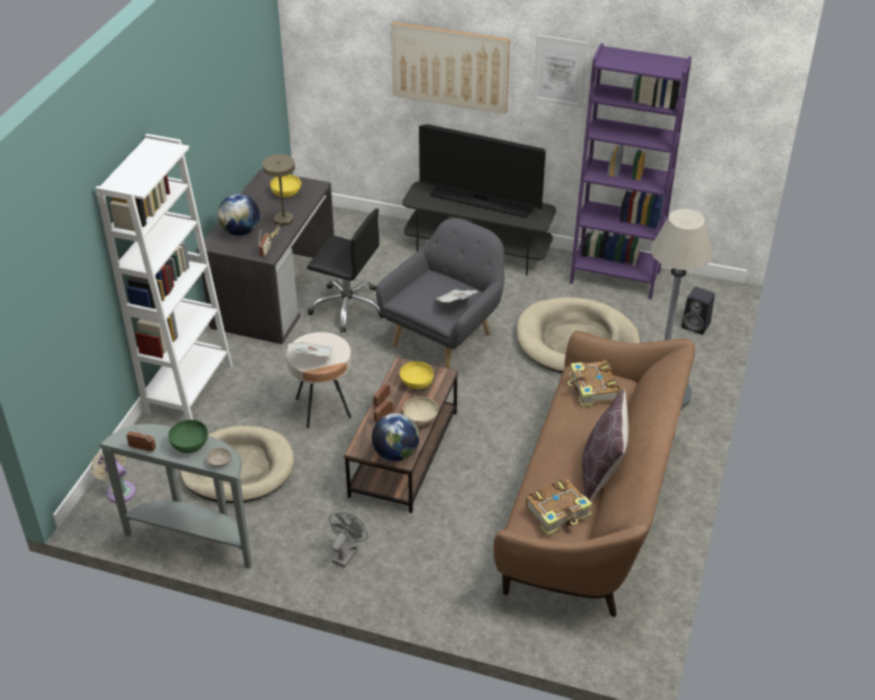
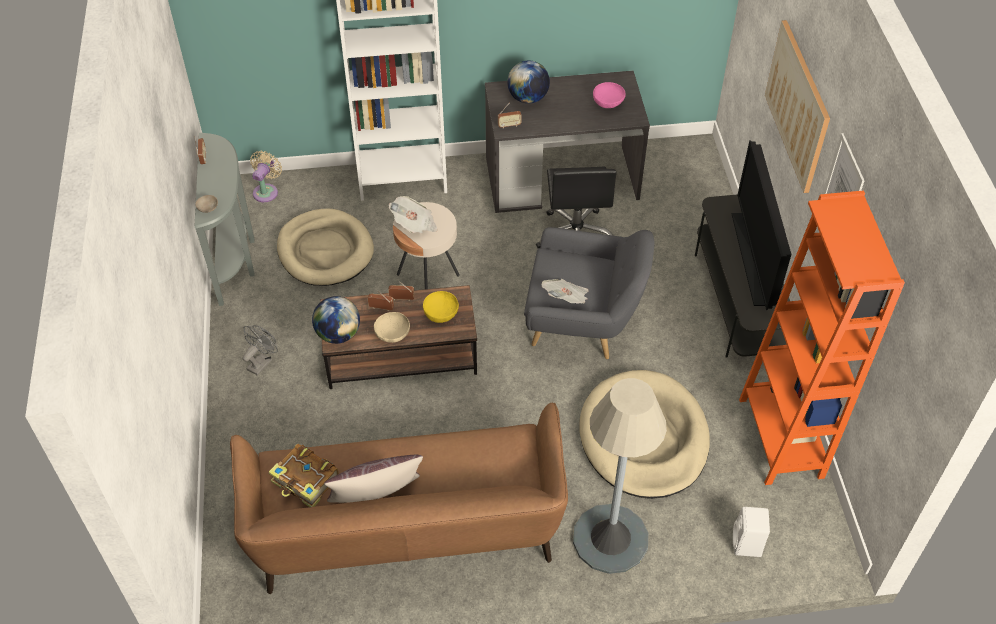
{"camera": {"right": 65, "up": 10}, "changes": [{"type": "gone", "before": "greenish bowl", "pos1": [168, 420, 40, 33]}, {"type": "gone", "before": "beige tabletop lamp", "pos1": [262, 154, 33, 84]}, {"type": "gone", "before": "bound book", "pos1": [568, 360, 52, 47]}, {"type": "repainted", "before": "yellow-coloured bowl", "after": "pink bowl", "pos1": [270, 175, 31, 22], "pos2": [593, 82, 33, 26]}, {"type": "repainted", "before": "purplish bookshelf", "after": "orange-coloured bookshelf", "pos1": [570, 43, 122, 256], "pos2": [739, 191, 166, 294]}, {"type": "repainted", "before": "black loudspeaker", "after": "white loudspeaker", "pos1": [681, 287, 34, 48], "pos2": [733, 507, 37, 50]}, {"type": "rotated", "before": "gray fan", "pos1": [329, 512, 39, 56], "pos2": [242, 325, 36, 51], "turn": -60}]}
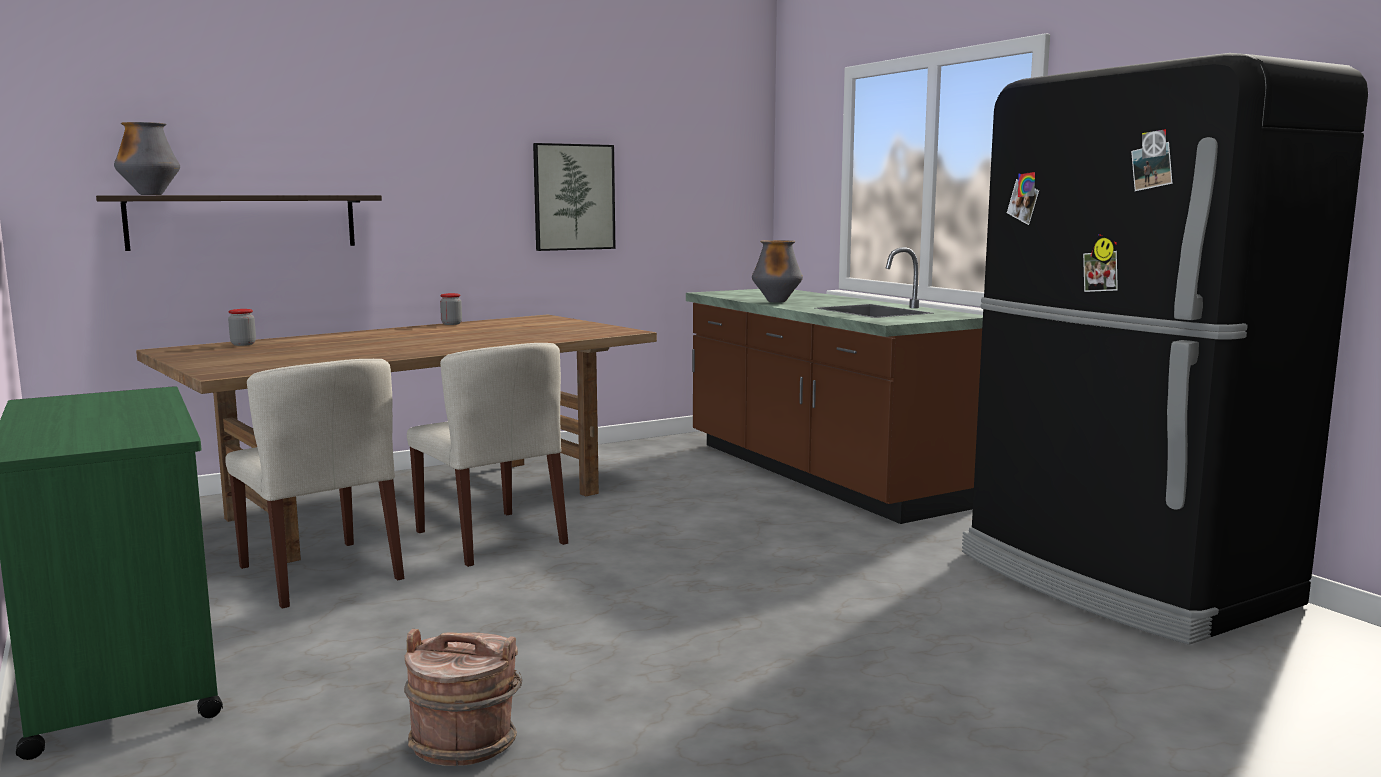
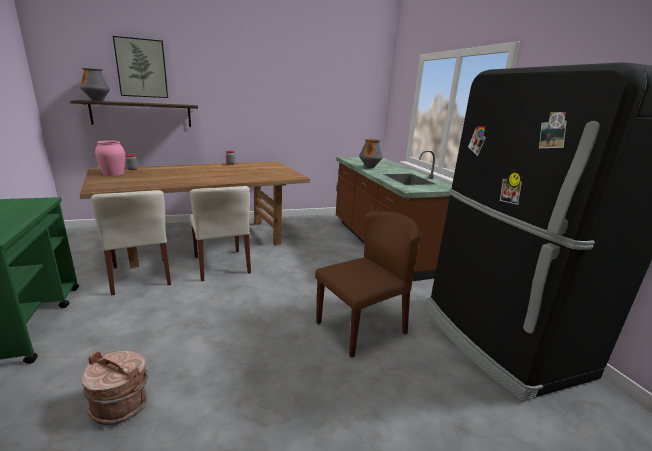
{"camera": {"right": 10, "up": 10}, "changes": [{"type": "new", "after": "pink vase", "pos2": [95, 140, 30, 36]}, {"type": "new", "after": "brown-coloured chair", "pos2": [315, 211, 105, 147]}, {"type": "shifted", "before": "picture", "pos1": [533, 143, 82, 108], "pos2": [113, 36, 55, 62]}]}
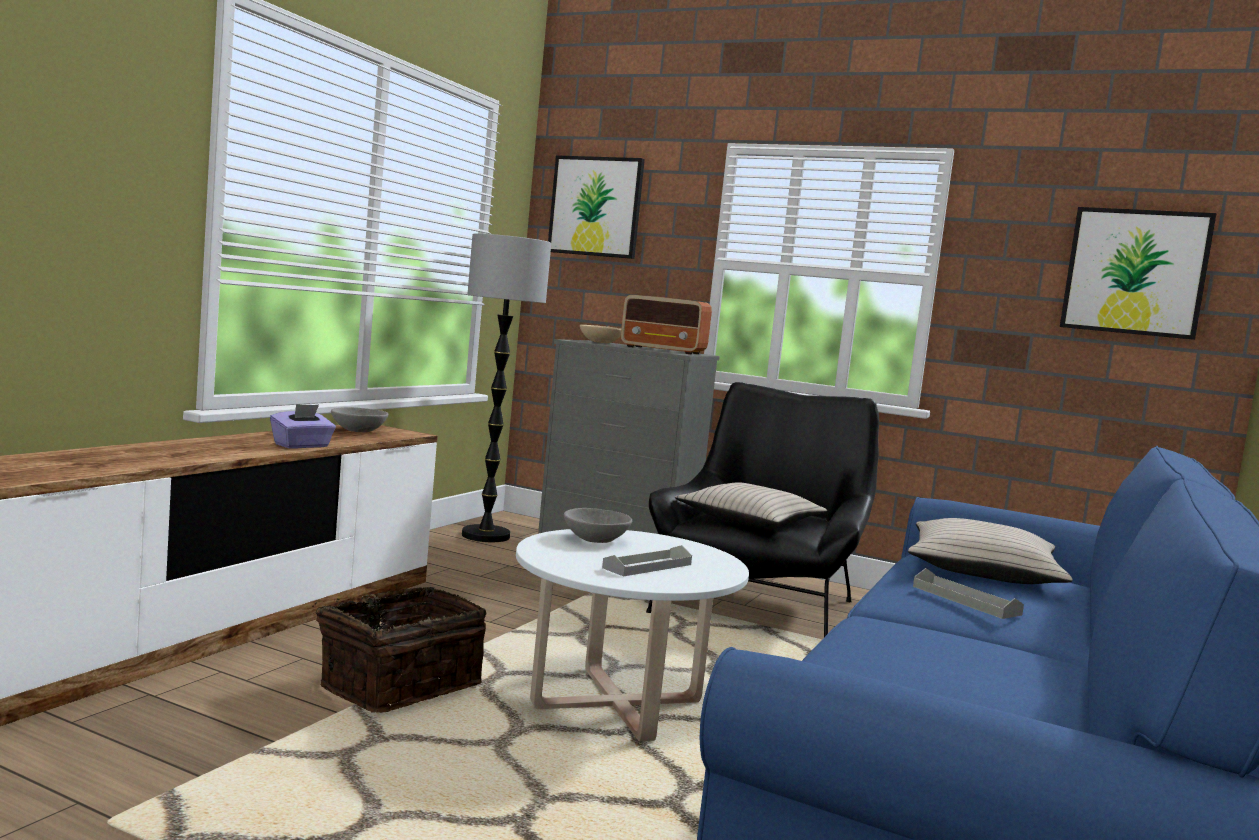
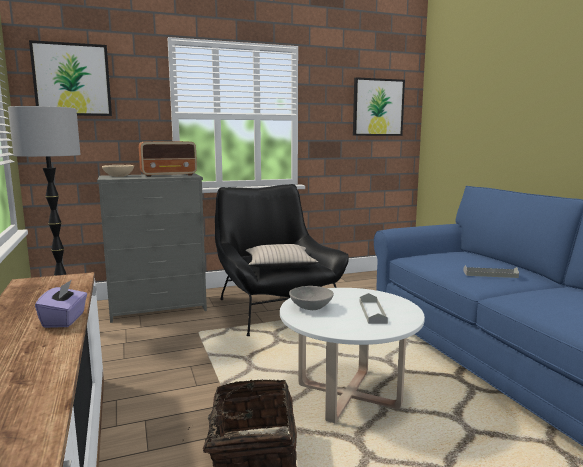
{"camera": {"right": -45, "up": 5}, "changes": [{"type": "gone", "before": "gray bowl", "pos1": [331, 407, 57, 25]}, {"type": "gone", "before": "beige throw pillow", "pos1": [908, 518, 165, 66]}]}
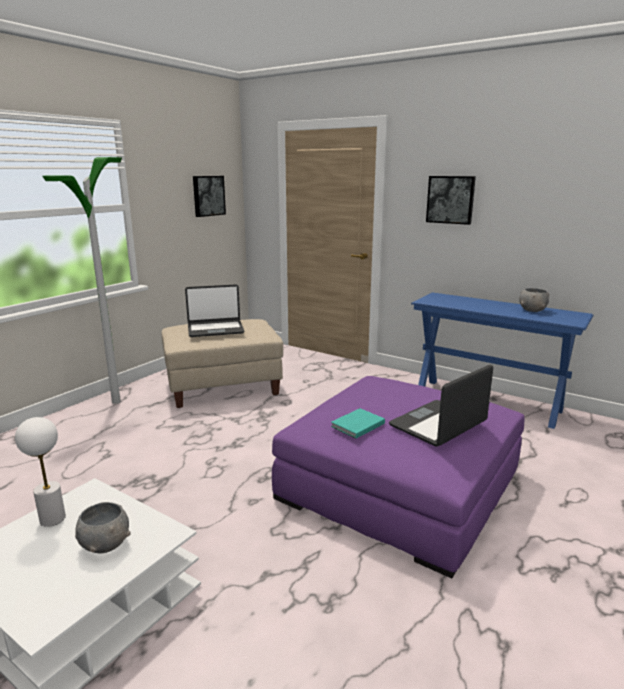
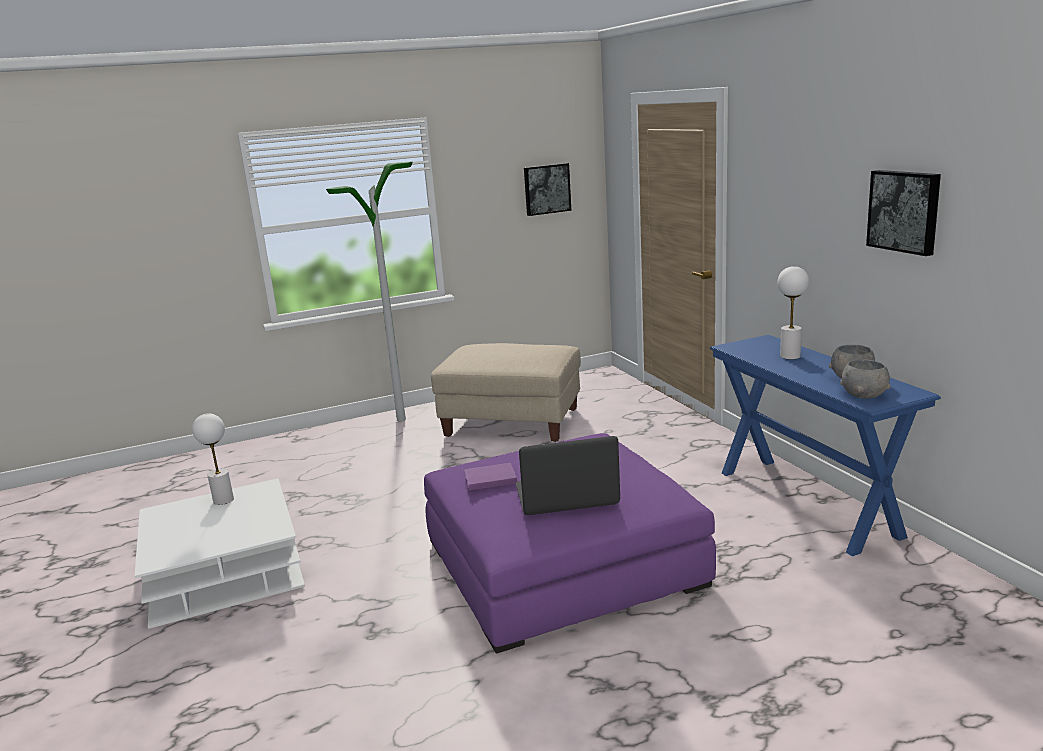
{"camera": {"right": 35, "up": 0}, "changes": [{"type": "gone", "before": "notebook computer", "pos1": [185, 284, 59, 53]}, {"type": "new", "after": "white tabletop lamp", "pos2": [777, 266, 32, 93]}, {"type": "shifted", "before": "gray bowl", "pos1": [75, 502, 56, 51], "pos2": [840, 360, 51, 39]}, {"type": "shifted", "before": "picture", "pos1": [426, 176, 50, 49], "pos2": [866, 170, 75, 86]}, {"type": "repainted", "before": "blue-green bound book", "after": "purplish bound book", "pos1": [331, 408, 54, 31], "pos2": [464, 463, 53, 27]}]}
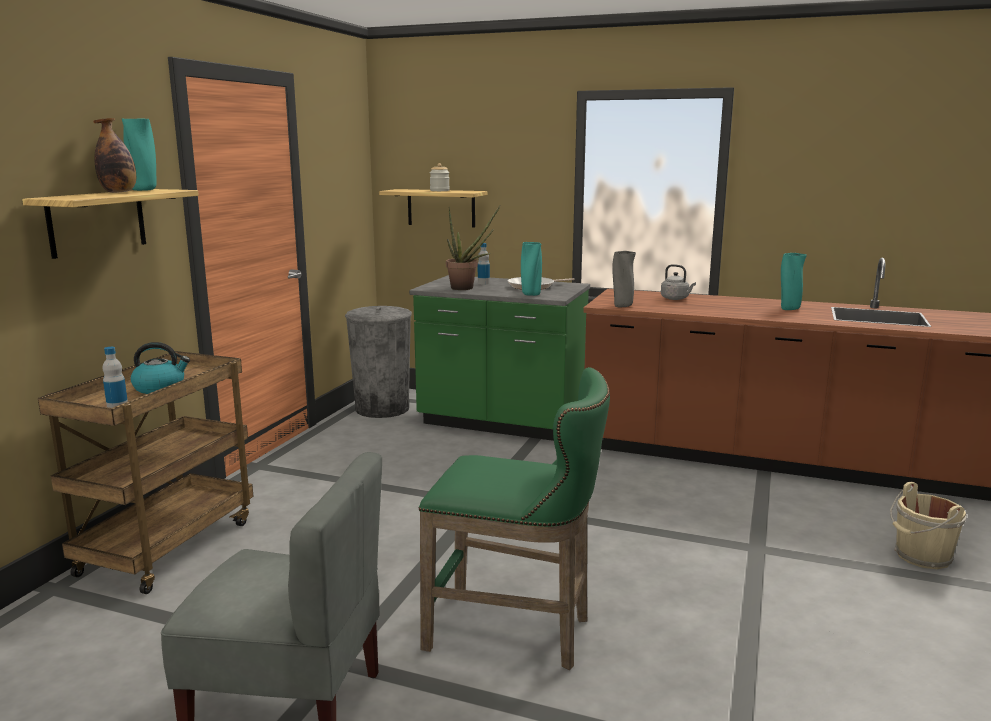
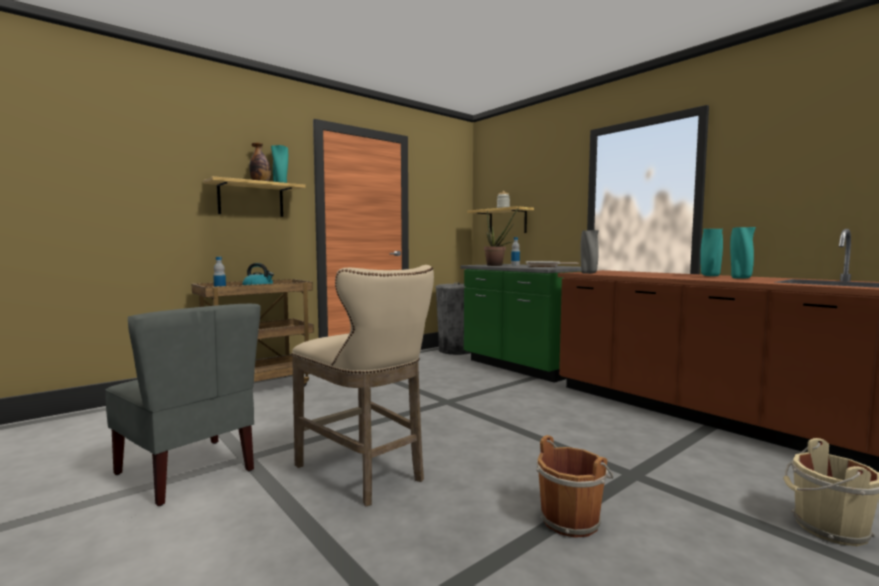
{"camera": {"right": 30, "up": -10}, "changes": [{"type": "gone", "before": "gray kettle", "pos1": [661, 264, 35, 36]}, {"type": "new", "after": "brown-coloured bucket", "pos2": [536, 435, 78, 103]}, {"type": "shifted", "before": "blue-green vase", "pos1": [521, 242, 21, 54], "pos2": [700, 229, 23, 47]}, {"type": "repainted", "before": "greenish sitting stool", "after": "beige sitting stool", "pos1": [419, 367, 191, 303], "pos2": [291, 265, 143, 241]}]}
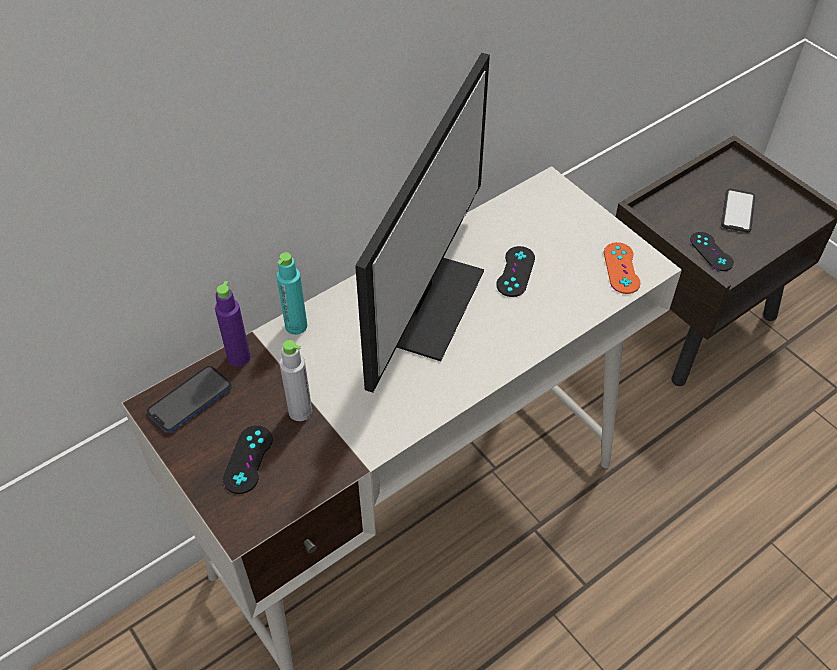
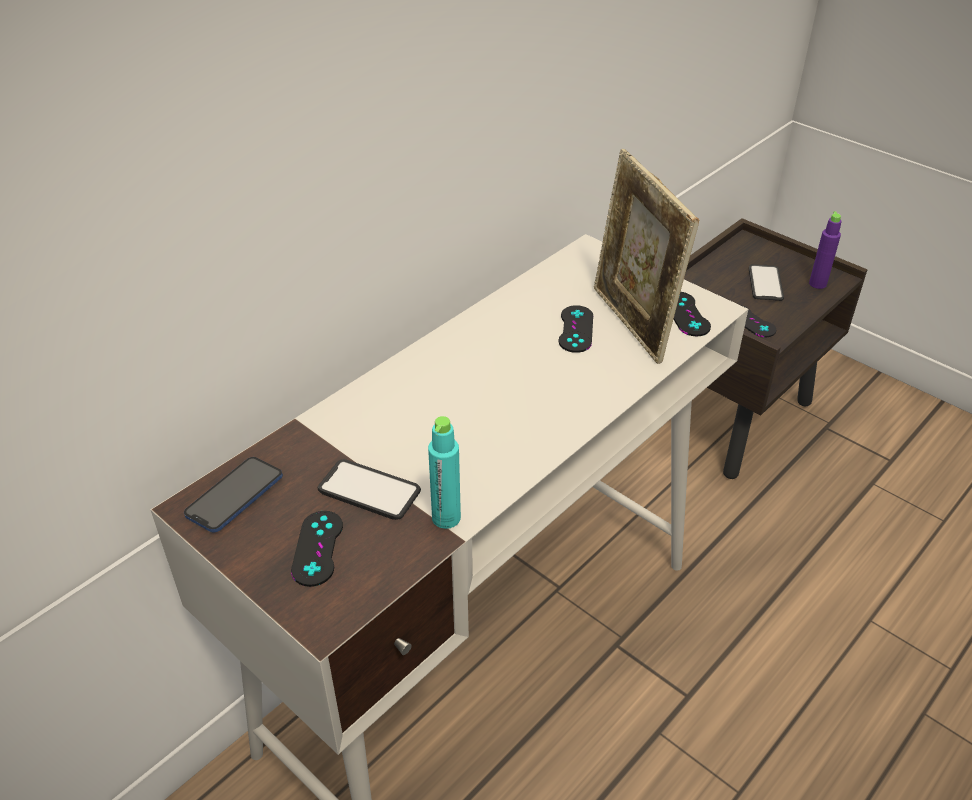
{"camera": {"right": -10, "up": -10}, "changes": [{"type": "gone", "before": "monitor", "pos1": [355, 53, 135, 340]}, {"type": "new", "after": "picture frame", "pos2": [593, 149, 106, 215]}, {"type": "shifted", "before": "purplish beverage bottle", "pos1": [215, 281, 35, 86], "pos2": [809, 211, 32, 78]}, {"type": "shifted", "before": "blue-green beverage bottle", "pos1": [277, 252, 30, 83], "pos2": [428, 416, 33, 113]}, {"type": "swapped", "before": "gray beverage bottle", "after": "handset", "pos1": [279, 340, 33, 81], "pos2": [318, 459, 103, 61]}, {"type": "repainted", "before": "orange-coloured joypad", "after": "black joypad", "pos1": [604, 242, 36, 52], "pos2": [673, 292, 38, 44]}]}
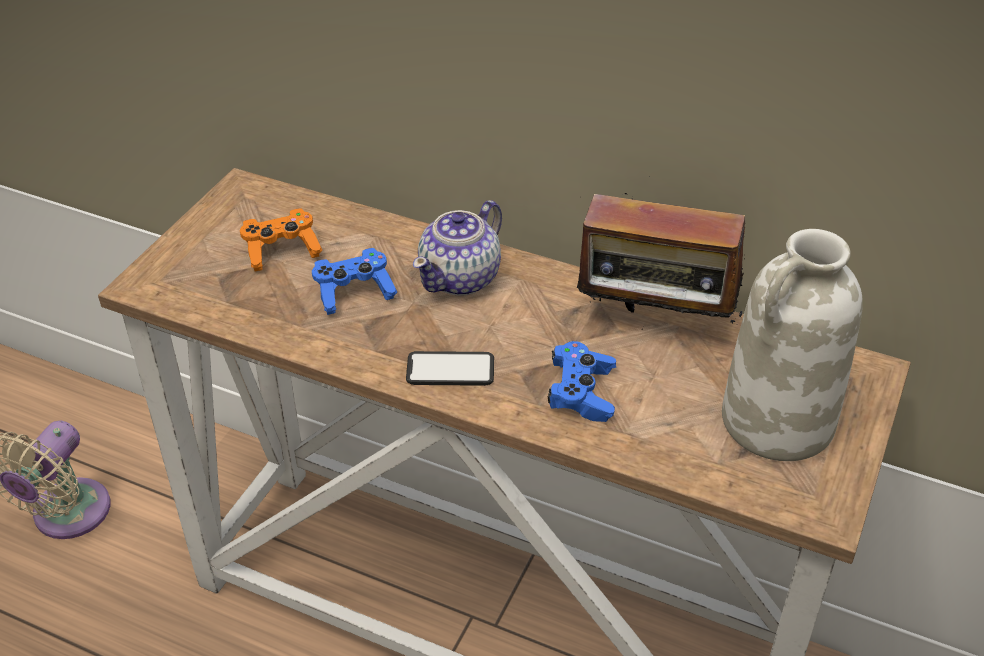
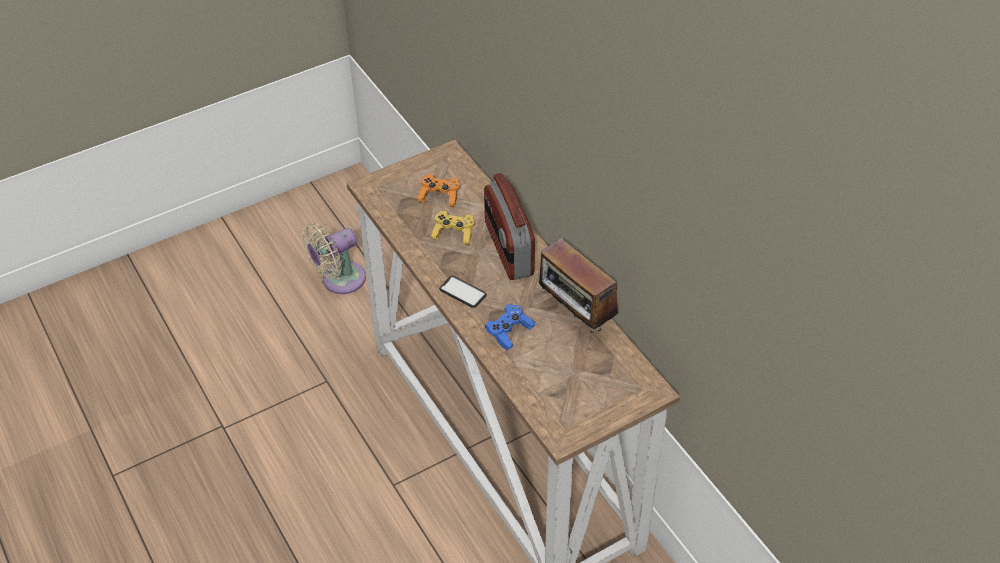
{"camera": {"right": 35, "up": 5}, "changes": [{"type": "gone", "before": "white vase", "pos1": [722, 229, 141, 232]}, {"type": "swapped", "before": "pot for tea", "after": "radio set", "pos1": [413, 200, 89, 96], "pos2": [484, 173, 51, 107]}, {"type": "repainted", "before": "bluish joypad", "after": "yellow-coloured joypad", "pos1": [312, 248, 85, 67], "pos2": [431, 211, 44, 34]}]}
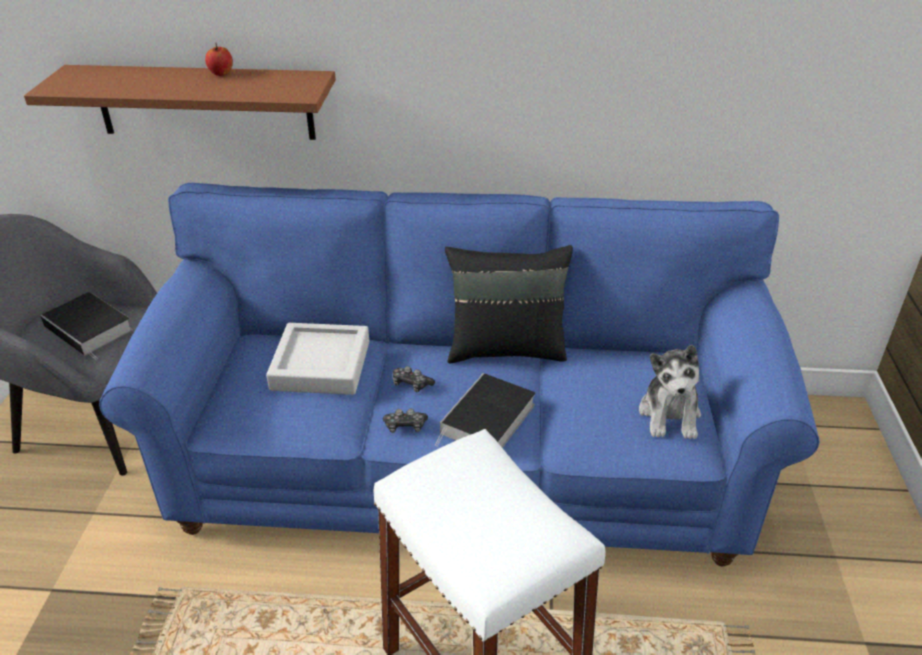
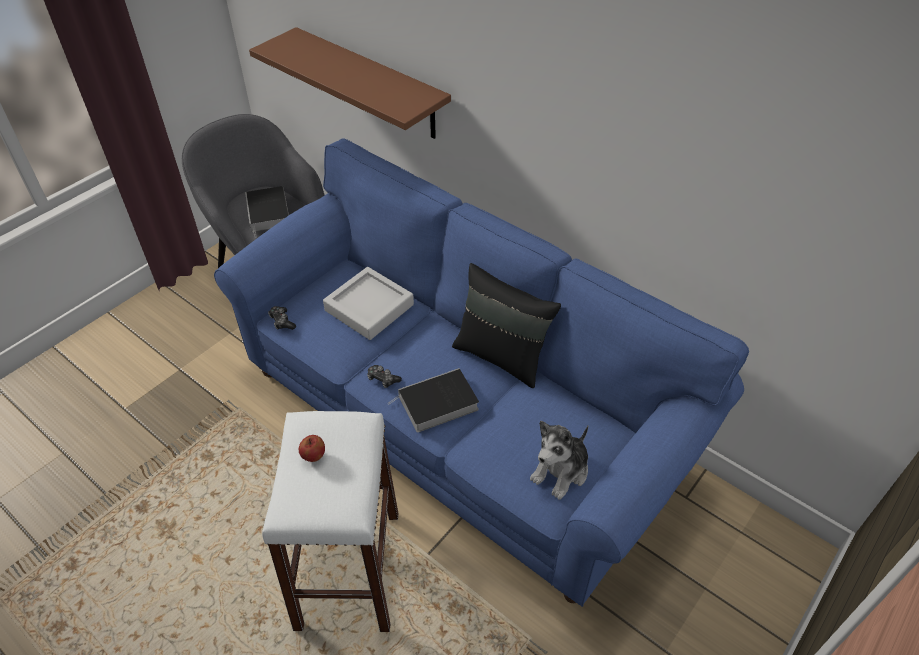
{"camera": {"right": 35, "up": 10}, "changes": [{"type": "shifted", "before": "apple fruit", "pos1": [205, 43, 28, 33], "pos2": [299, 435, 26, 27]}, {"type": "shifted", "before": "joypad", "pos1": [393, 366, 42, 26], "pos2": [268, 306, 28, 24]}]}
